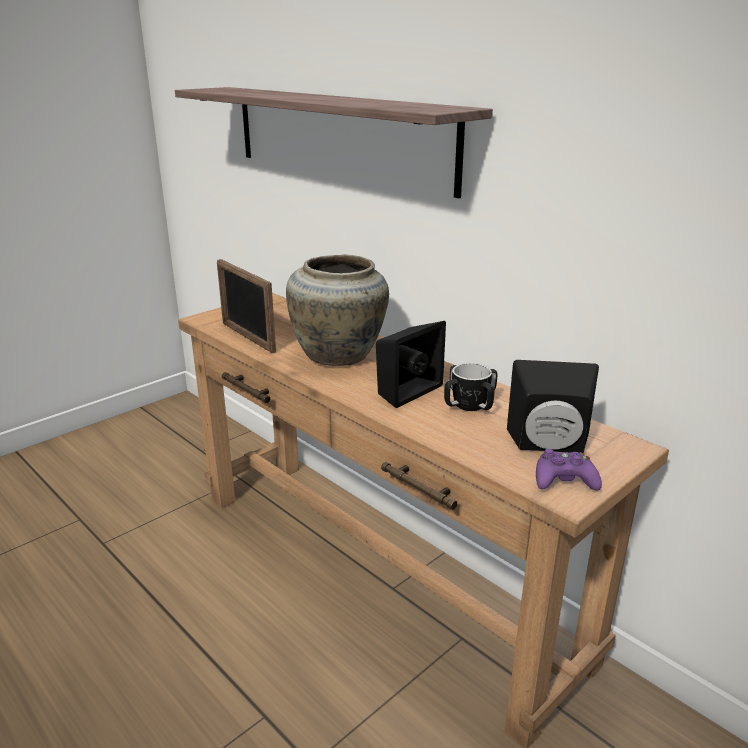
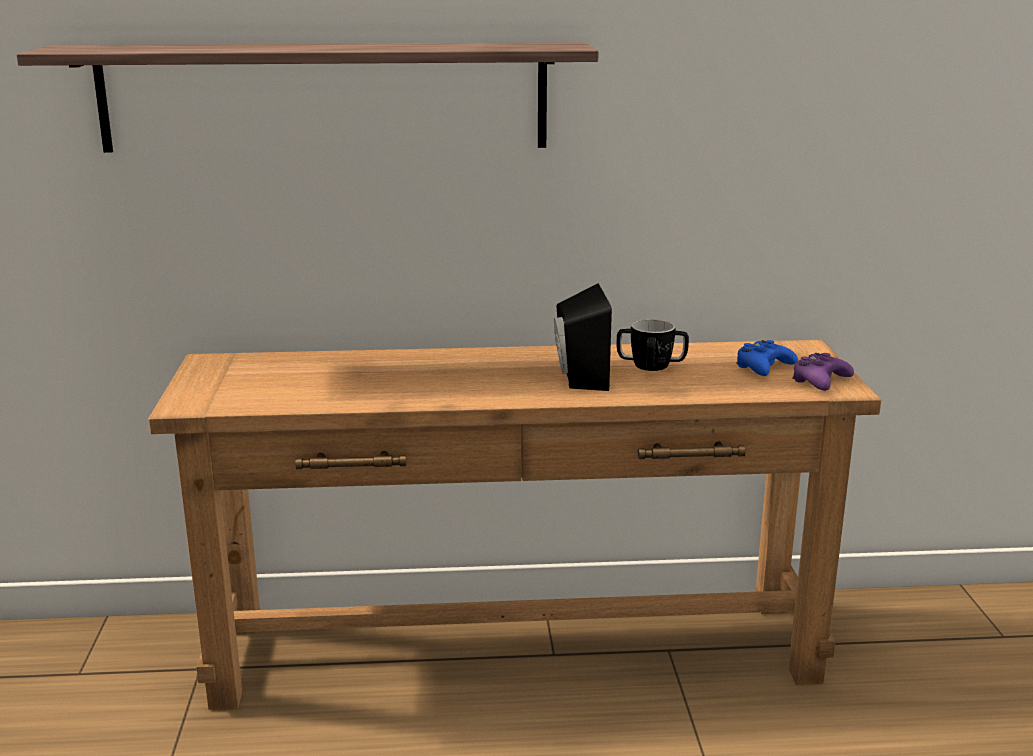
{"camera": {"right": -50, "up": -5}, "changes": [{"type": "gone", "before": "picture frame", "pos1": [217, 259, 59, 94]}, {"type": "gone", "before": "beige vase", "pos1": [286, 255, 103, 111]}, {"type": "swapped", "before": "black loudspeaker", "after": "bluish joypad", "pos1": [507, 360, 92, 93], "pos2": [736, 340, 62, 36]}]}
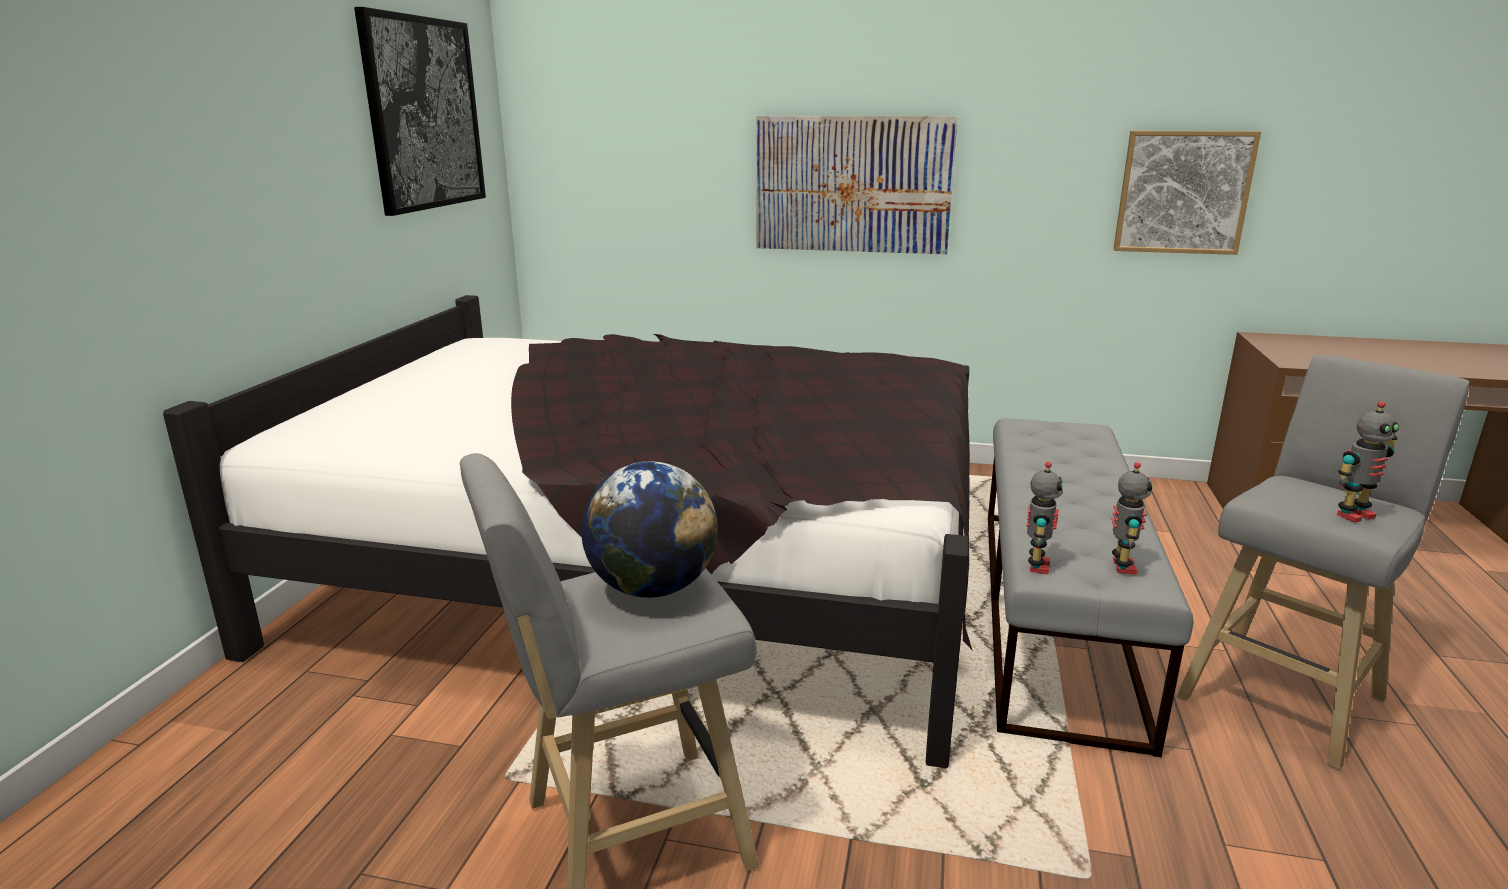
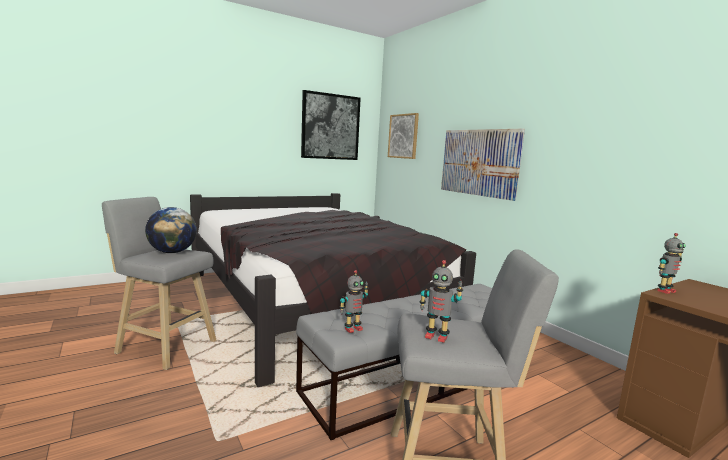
{"camera": {"right": 45, "up": -10}, "changes": [{"type": "shifted", "before": "toy robot", "pos1": [1026, 462, 37, 113], "pos2": [658, 233, 28, 61]}, {"type": "shifted", "before": "picture", "pos1": [1113, 131, 148, 124], "pos2": [388, 113, 31, 46]}]}
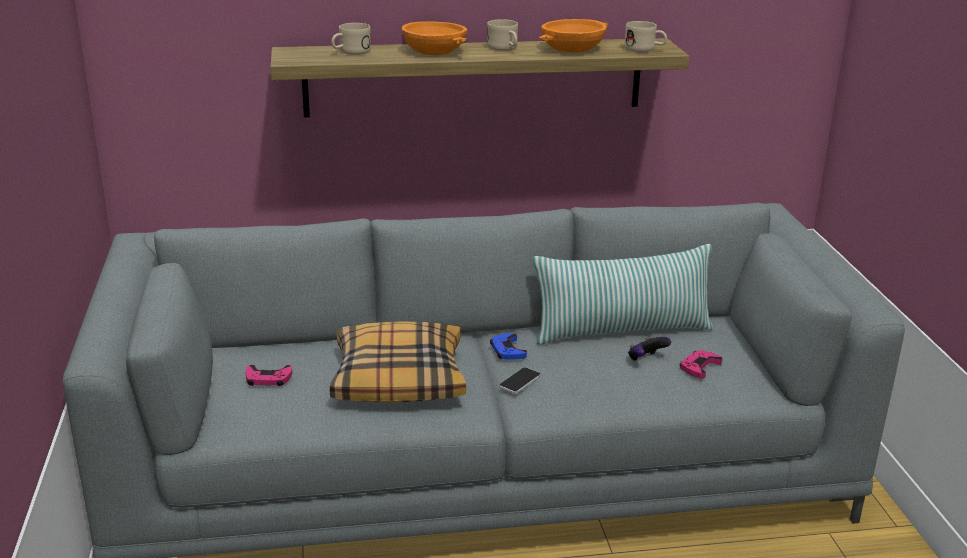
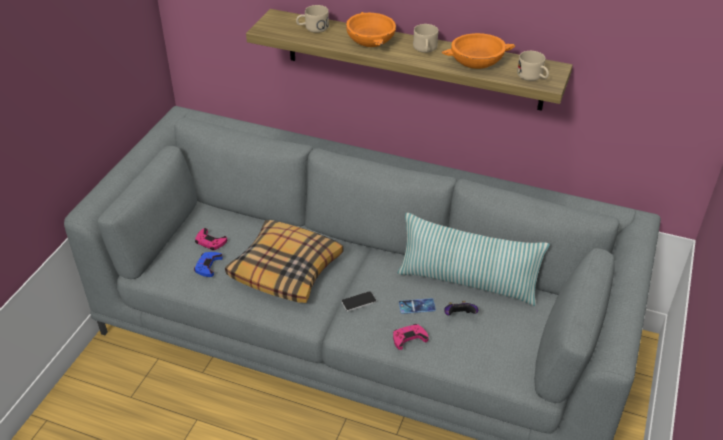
{"camera": {"right": 30, "up": 15}, "changes": [{"type": "new", "after": "handset", "pos2": [399, 298, 37, 16]}, {"type": "shifted", "before": "bluish joypad", "pos1": [490, 333, 37, 27], "pos2": [194, 252, 29, 25]}, {"type": "shifted", "before": "pink joypad", "pos1": [680, 350, 42, 29], "pos2": [393, 324, 36, 26]}]}
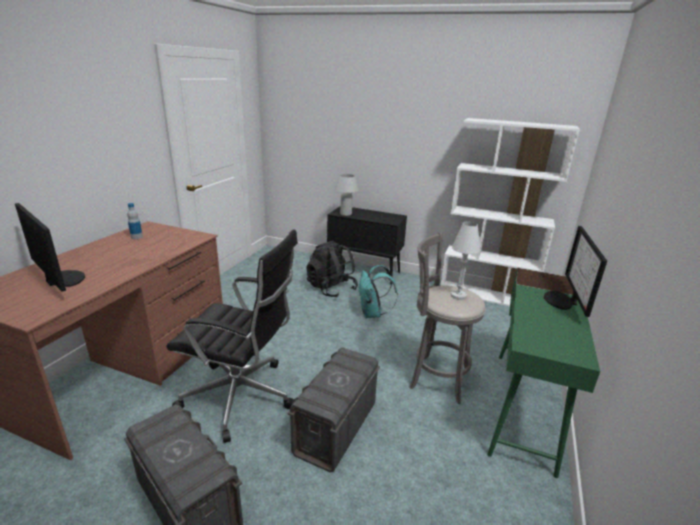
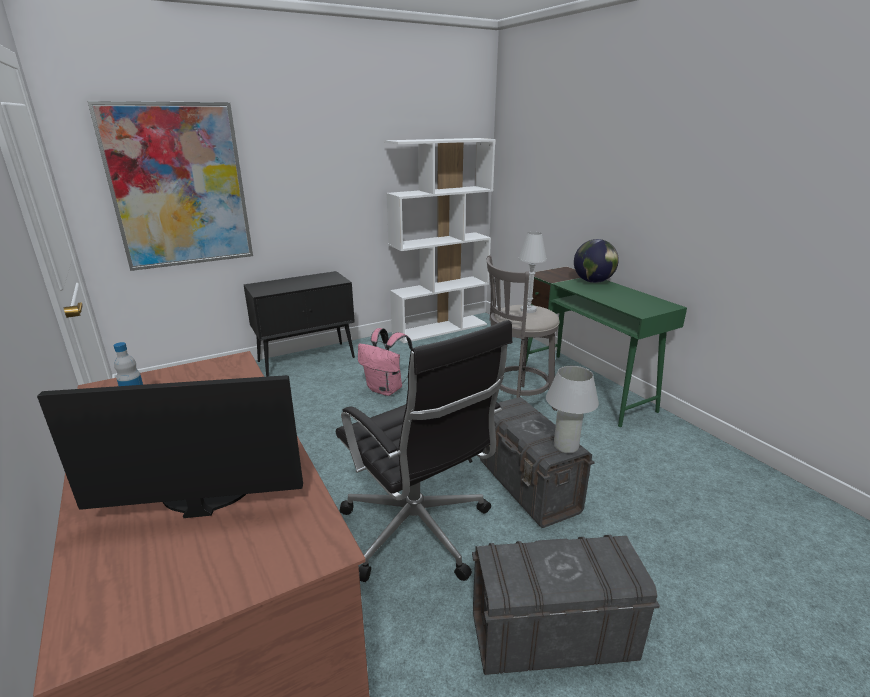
{"camera": {"right": -50, "up": 0}, "changes": [{"type": "gone", "before": "black rucksack", "pos1": [306, 240, 52, 57]}, {"type": "new", "after": "picture", "pos2": [87, 101, 166, 170]}, {"type": "shifted", "before": "white tabletop lamp", "pos1": [335, 174, 24, 42], "pos2": [546, 366, 53, 87]}, {"type": "swapped", "before": "monitor", "after": "globe", "pos1": [544, 226, 63, 91], "pos2": [574, 239, 45, 44]}, {"type": "repainted", "before": "blue-green rucksack", "after": "pink rucksack", "pos1": [359, 265, 39, 53], "pos2": [358, 328, 55, 68]}, {"type": "rotated", "before": "black desk chair", "pos1": [166, 230, 132, 213], "pos2": [336, 320, 176, 262], "turn": 90}]}
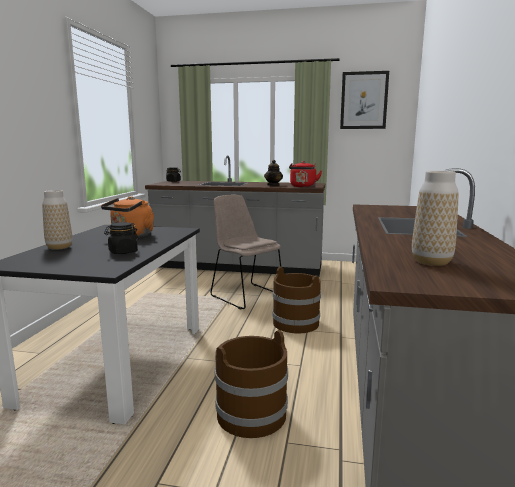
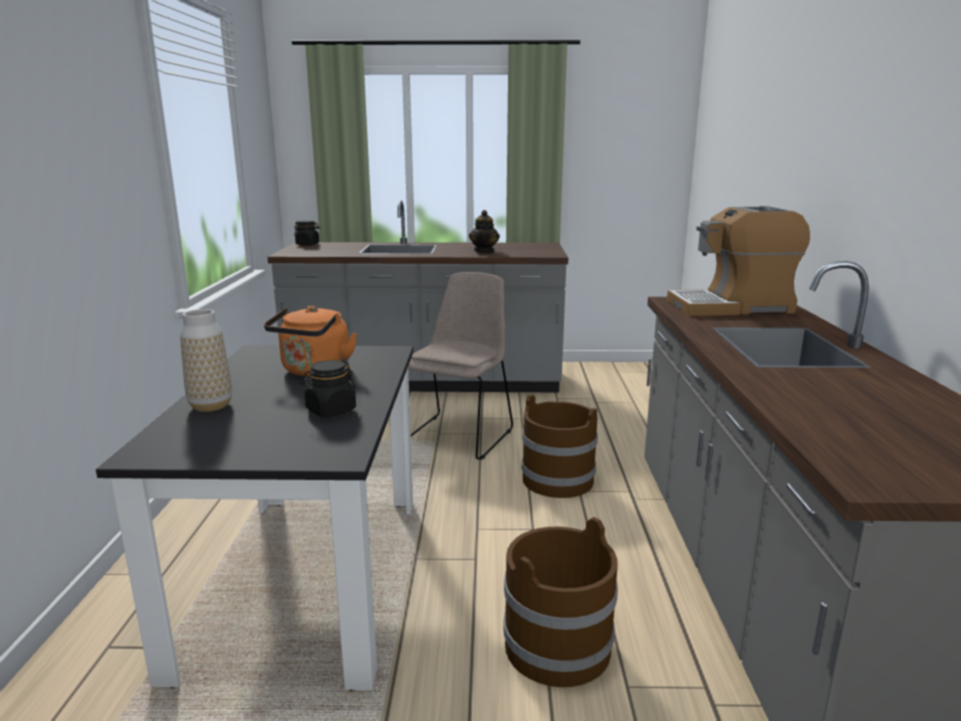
{"camera": {"right": -10, "up": 5}, "changes": [{"type": "gone", "before": "red kettle", "pos1": [289, 161, 33, 26]}, {"type": "gone", "before": "picture", "pos1": [340, 71, 49, 58]}, {"type": "gone", "before": "vase", "pos1": [412, 171, 47, 95]}, {"type": "new", "after": "coffee machine", "pos2": [667, 206, 143, 110]}, {"type": "rotated", "before": "beige chair", "pos1": [210, 195, 71, 115], "pos2": [408, 272, 105, 188], "turn": 75}]}
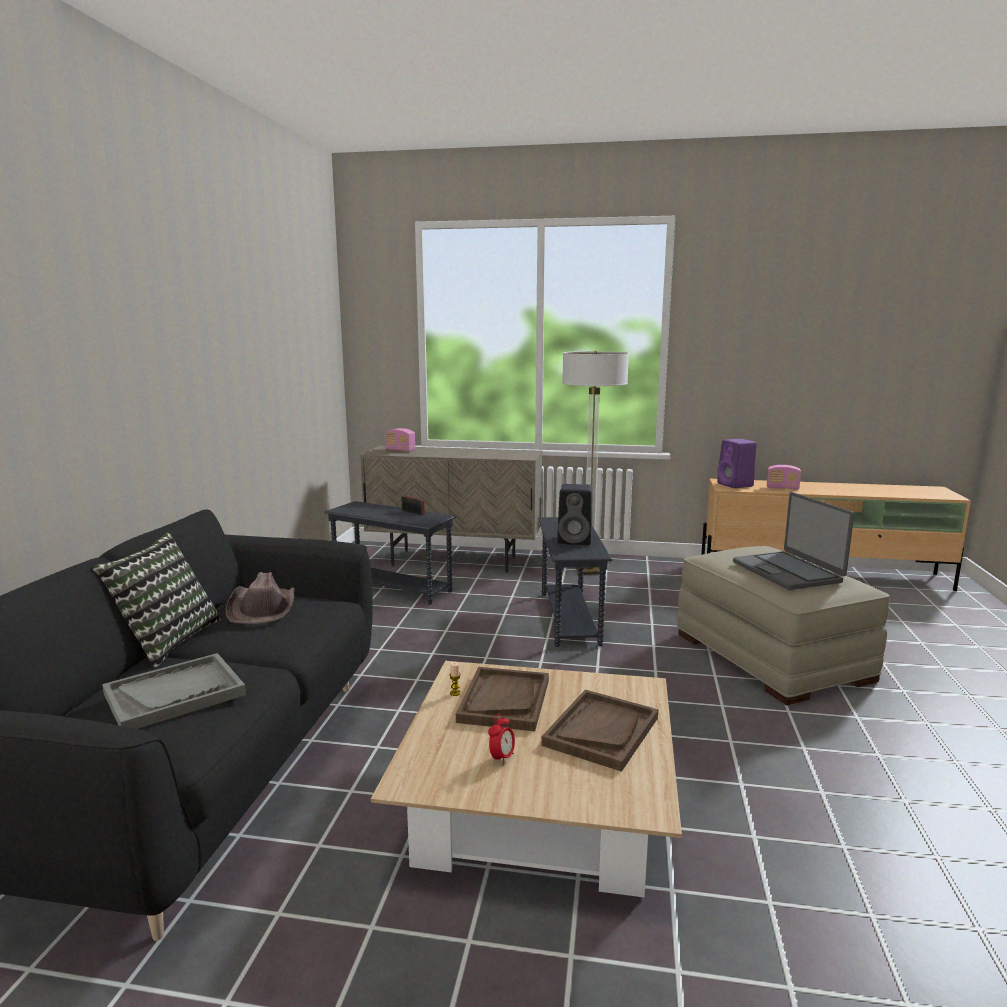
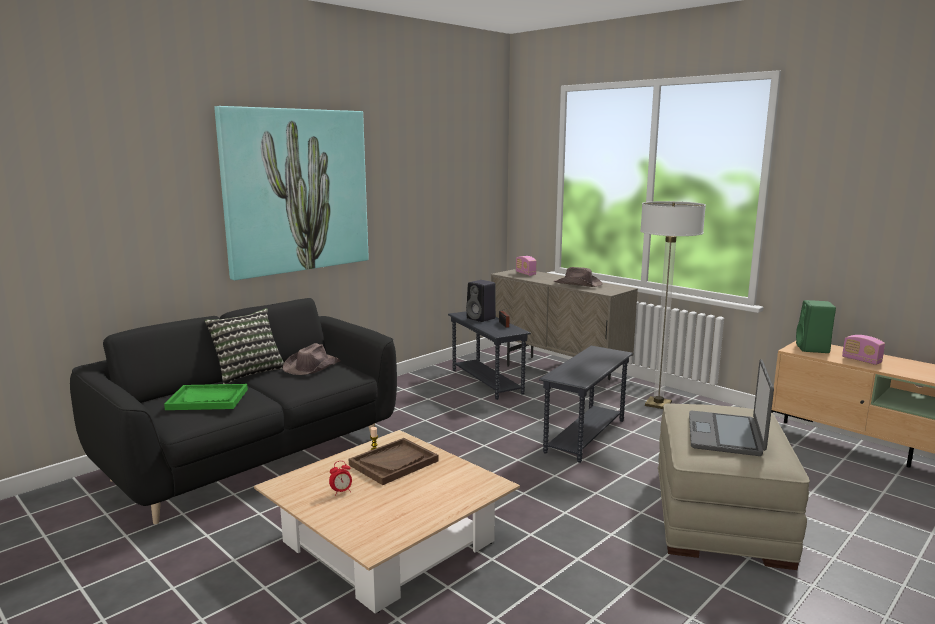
{"camera": {"right": 35, "up": 0}, "changes": [{"type": "gone", "before": "brown-coloured serving tray", "pos1": [541, 690, 117, 82]}, {"type": "new", "after": "picture", "pos2": [214, 106, 155, 174]}, {"type": "new", "after": "brown-coloured wearable hat", "pos2": [554, 267, 49, 20]}, {"type": "shifted", "before": "black loudspeaker", "pos1": [557, 484, 35, 61], "pos2": [466, 280, 30, 42]}, {"type": "repainted", "before": "gray serving tray", "after": "greenish serving tray", "pos1": [102, 653, 144, 76], "pos2": [164, 384, 84, 26]}, {"type": "repainted", "before": "purplish loudspeaker", "after": "greenish loudspeaker", "pos1": [717, 439, 40, 49], "pos2": [796, 300, 40, 53]}]}
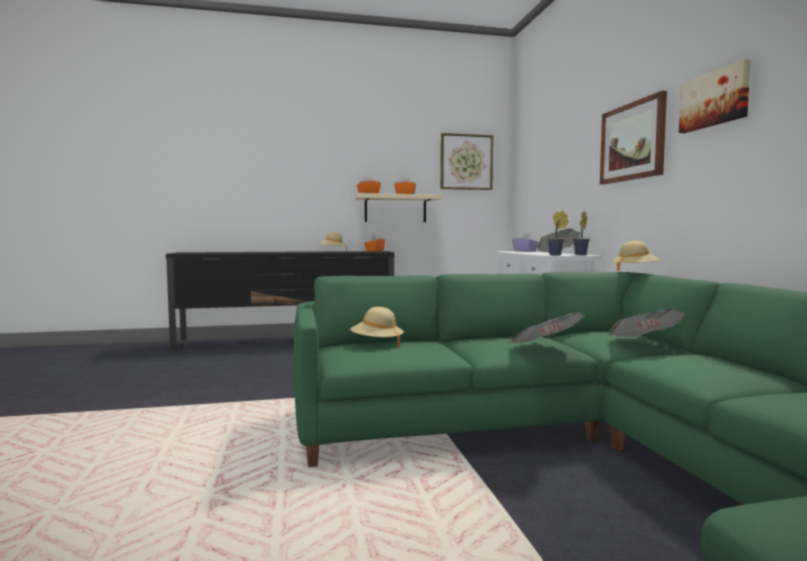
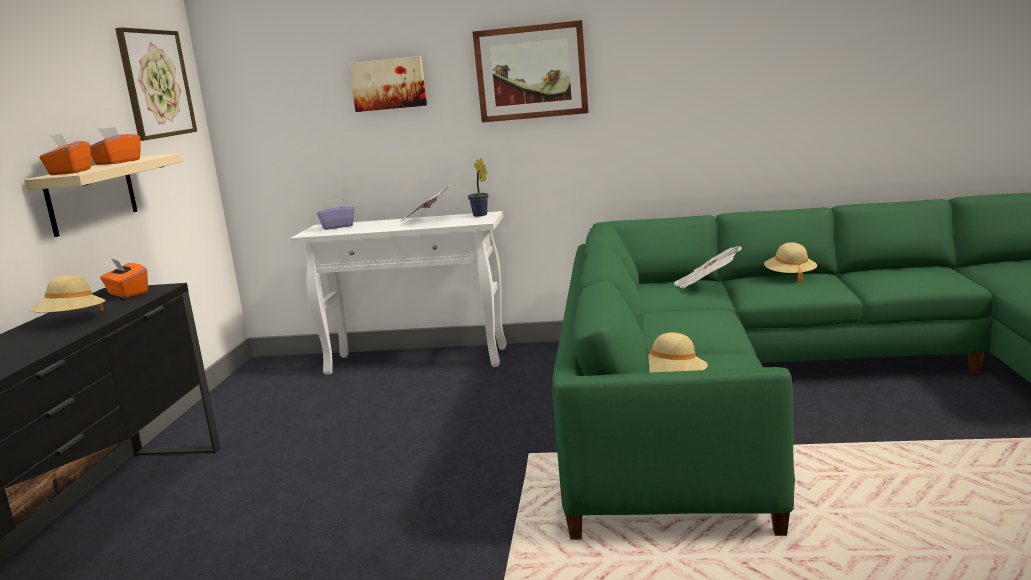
{"camera": {"right": -70, "up": 10}, "changes": [{"type": "gone", "before": "daily paper", "pos1": [508, 312, 77, 32]}, {"type": "gone", "before": "plant in a pot", "pos1": [547, 210, 22, 45]}, {"type": "shifted", "before": "beige wearable hat", "pos1": [612, 241, 48, 31], "pos2": [764, 242, 53, 41]}, {"type": "shifted", "before": "picture", "pos1": [679, 59, 72, 74], "pos2": [349, 56, 78, 56]}]}
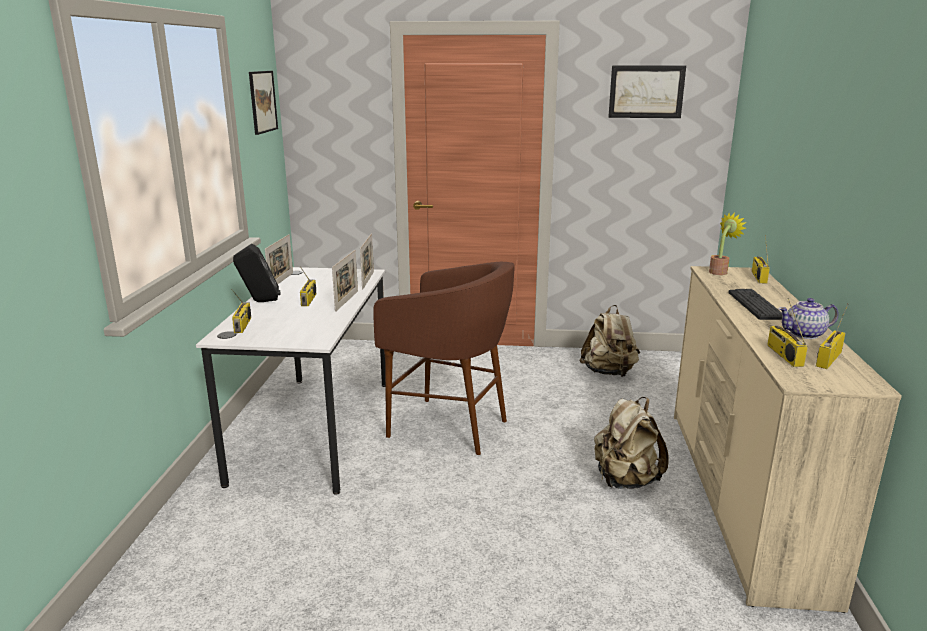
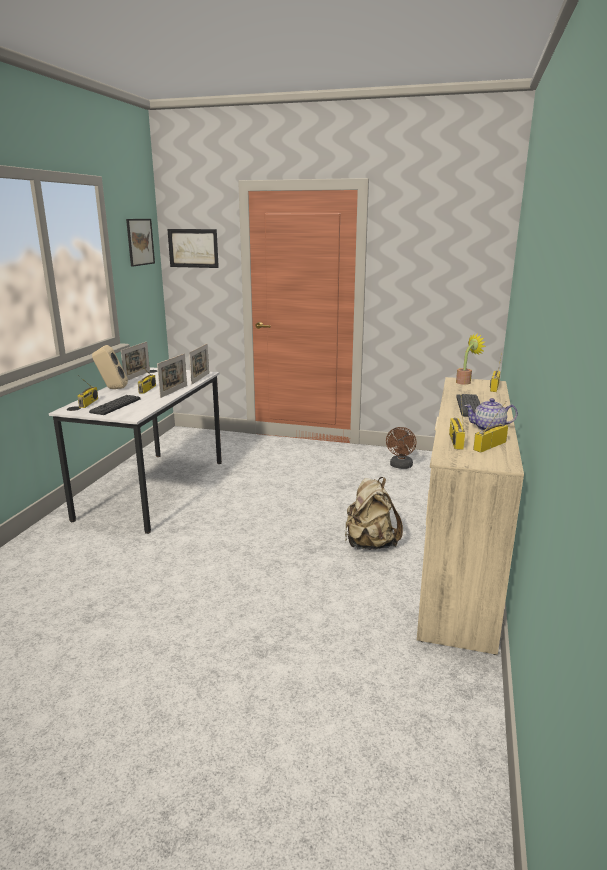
{"camera": {"right": 10, "up": 0}, "changes": [{"type": "gone", "before": "brown-coloured sitting stool", "pos1": [373, 262, 142, 193]}, {"type": "new", "after": "computer keyboard", "pos2": [89, 395, 52, 20]}, {"type": "shifted", "before": "picture", "pos1": [608, 65, 78, 53], "pos2": [167, 229, 52, 39]}, {"type": "swapped", "before": "beige rucksack", "after": "brown-coloured fan", "pos1": [580, 305, 60, 72], "pos2": [386, 427, 30, 42]}, {"type": "repainted", "before": "black loudspeaker", "after": "beige loudspeaker", "pos1": [233, 244, 47, 58], "pos2": [92, 345, 36, 44]}]}
